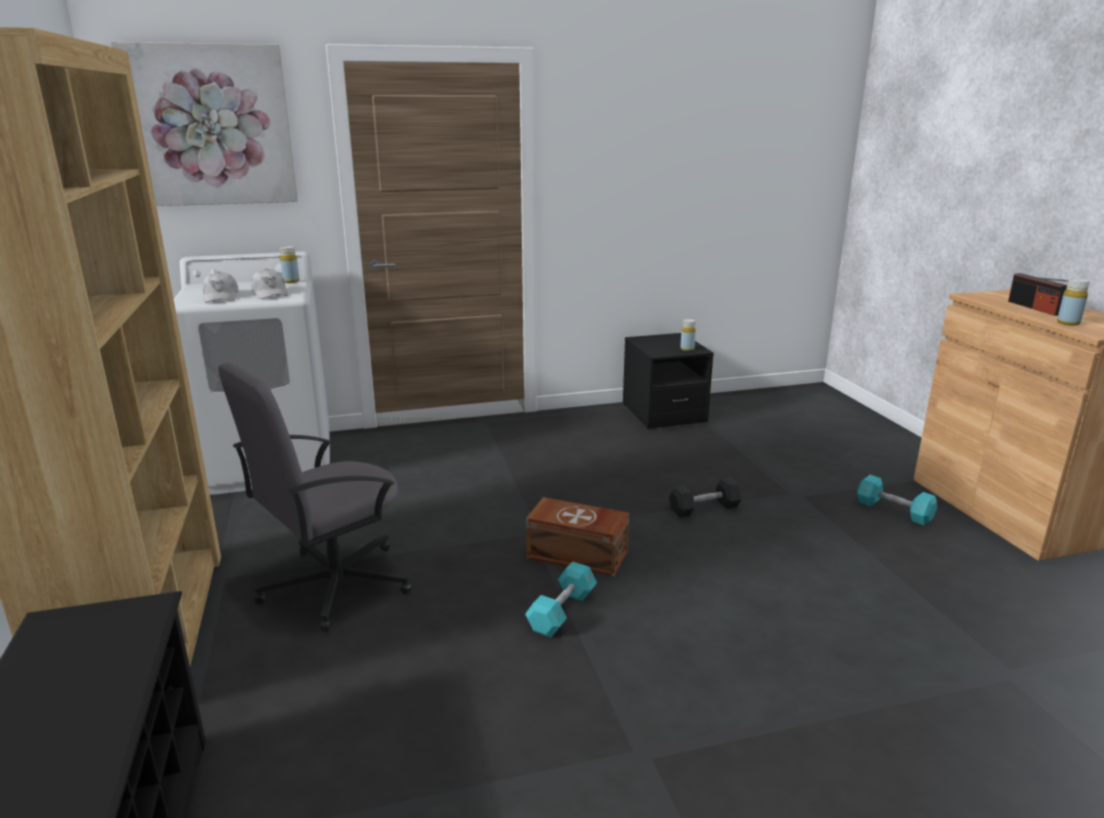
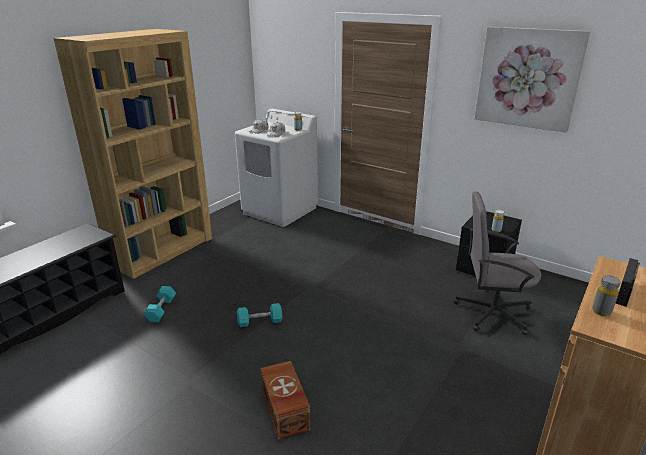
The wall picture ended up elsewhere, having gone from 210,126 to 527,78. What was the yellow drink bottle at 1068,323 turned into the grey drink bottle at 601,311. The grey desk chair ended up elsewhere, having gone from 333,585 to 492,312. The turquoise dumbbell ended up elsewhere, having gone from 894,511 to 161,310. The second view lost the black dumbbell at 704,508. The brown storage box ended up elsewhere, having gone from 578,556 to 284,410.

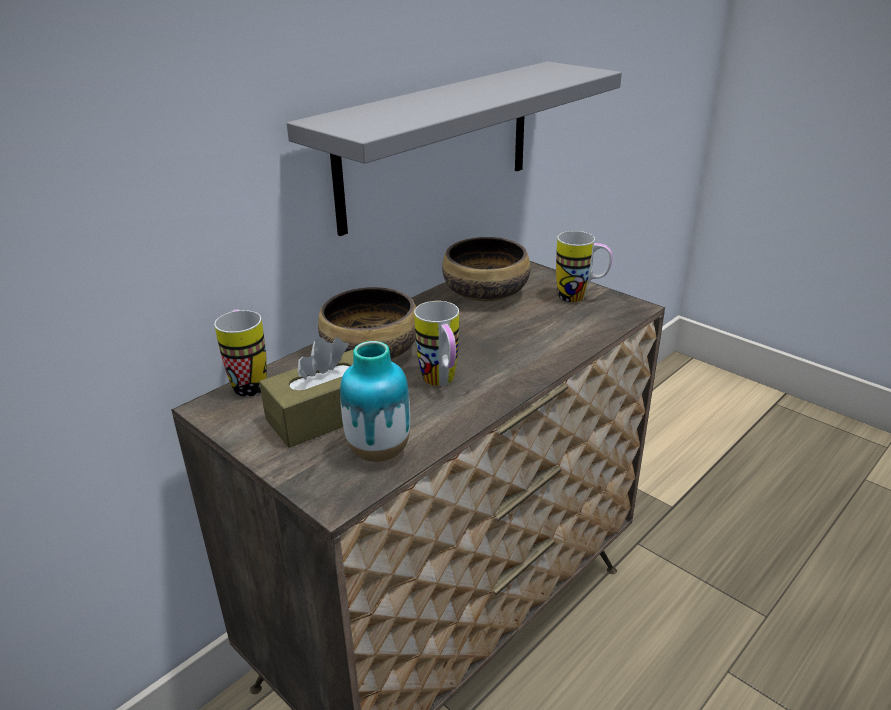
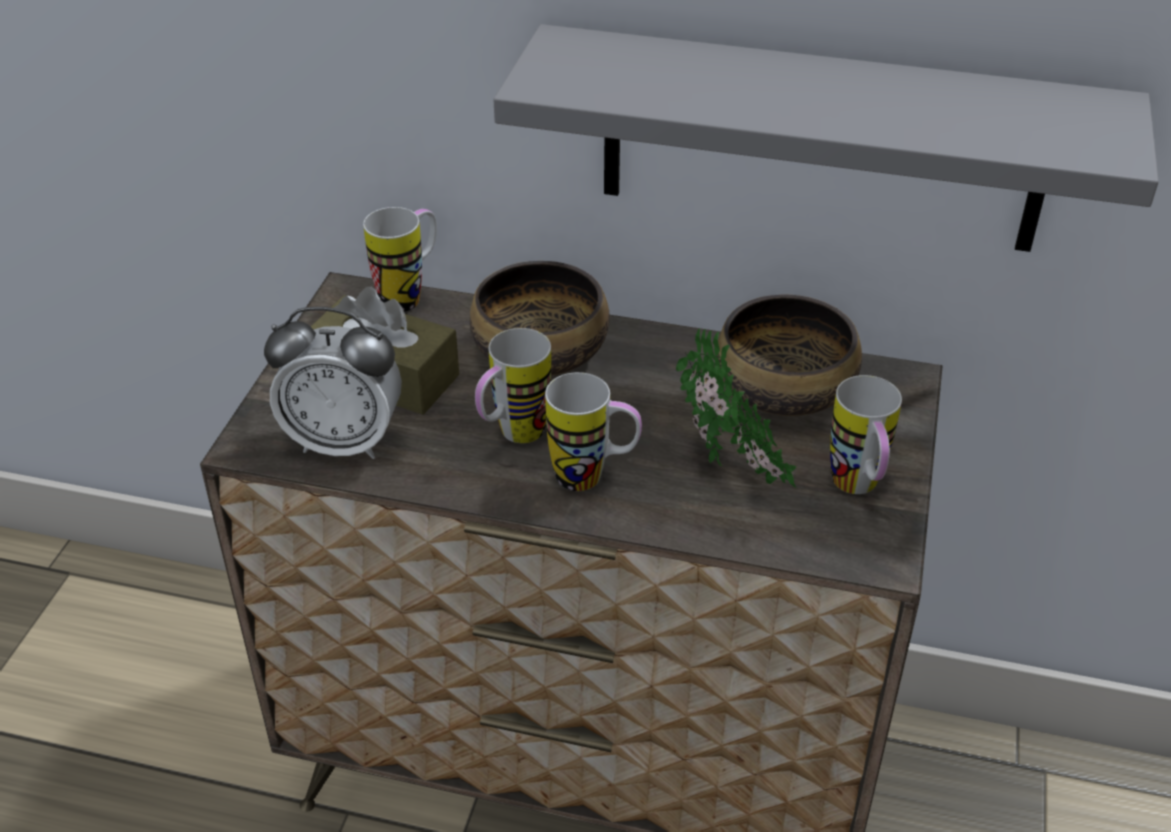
Where the decorative vase stood at 379,451, the table clock came to stand at 344,442. The second view gained the potted plant at 729,471. The second view gained the coffee mug at 593,478.

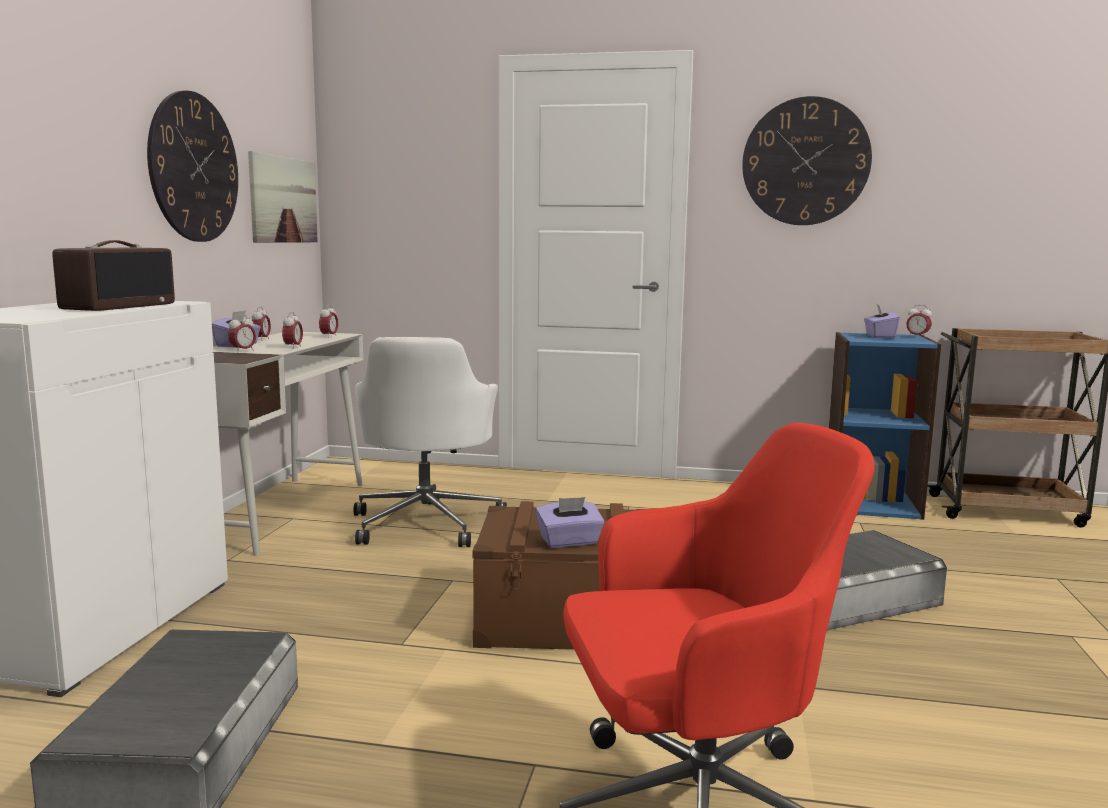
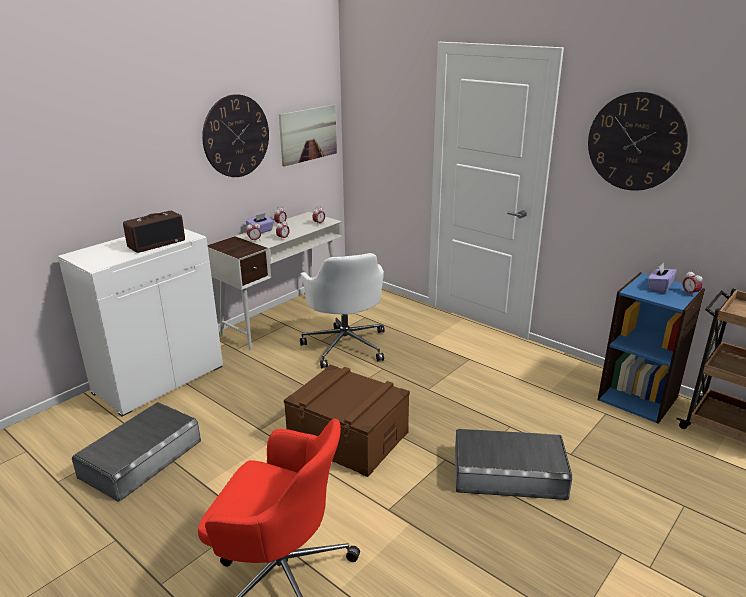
The white-coloured desk chair at 427,523 ended up facing another way, 45 degrees counterclockwise from before. The second view lost the purplish tissue box at 569,542.

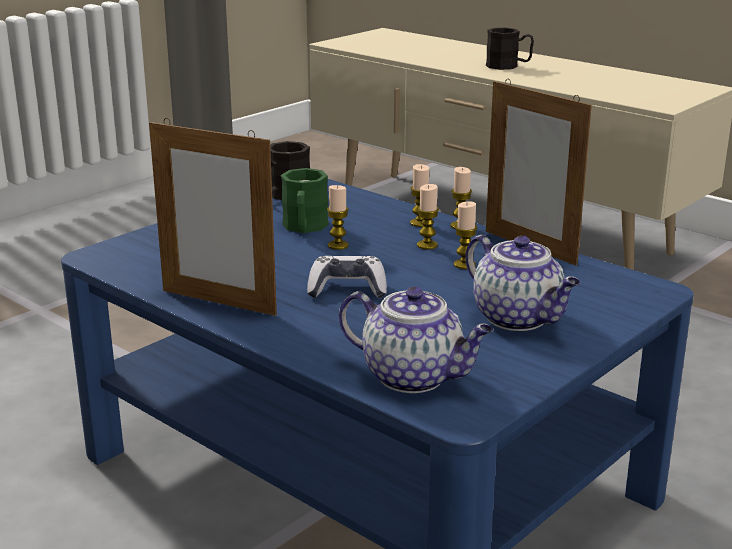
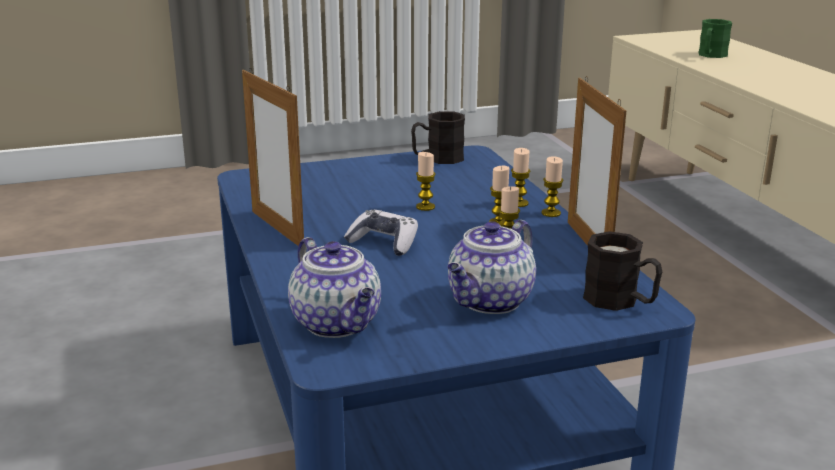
The black coffee mug ended up elsewhere, having gone from 508,66 to 620,301. The green coffee mug ended up elsewhere, having gone from 304,228 to 711,56. The tea pot at 519,318 ended up facing another way, 45 degrees clockwise from before.

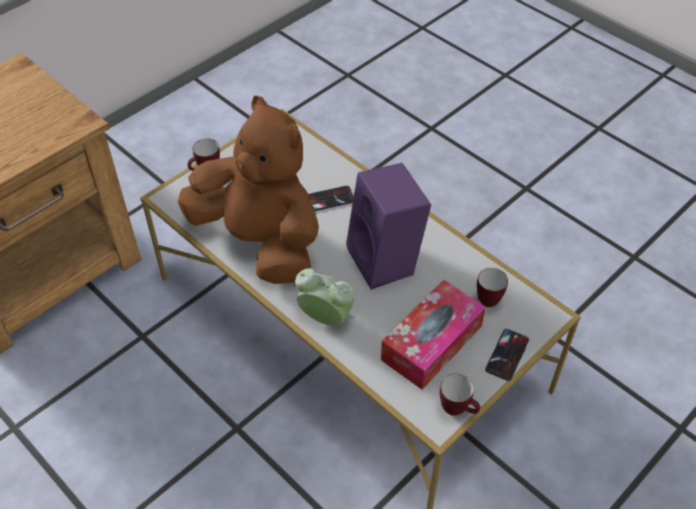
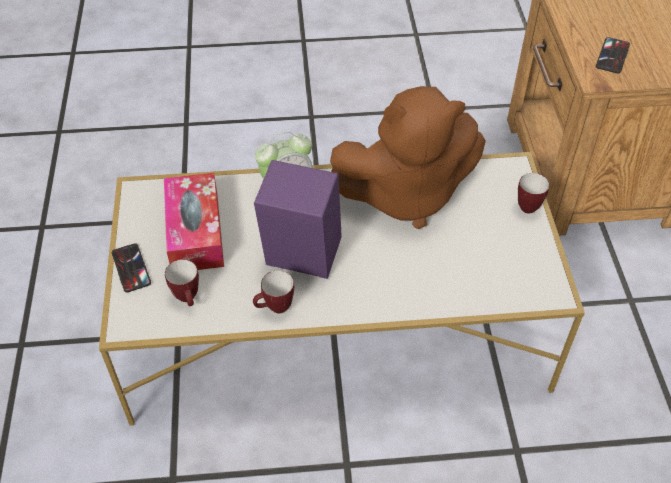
The telephone ended up elsewhere, having gone from 328,199 to 612,56. The coffee mug ended up elsewhere, having gone from 458,410 to 275,309.

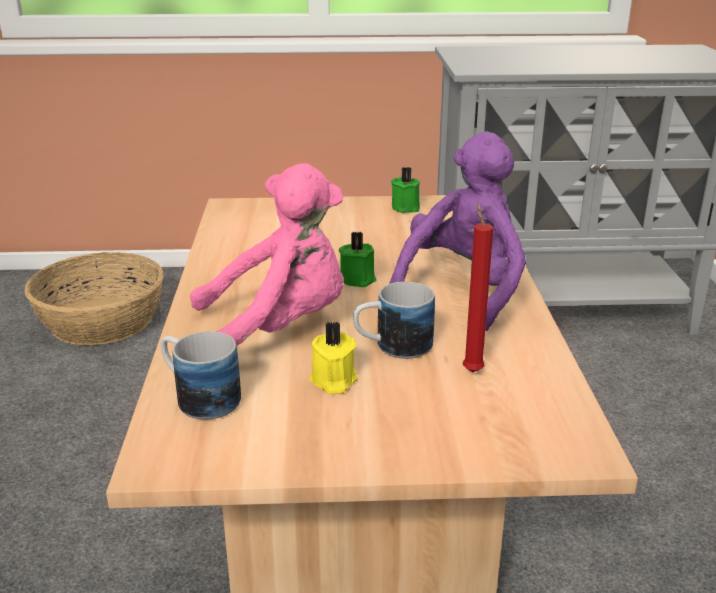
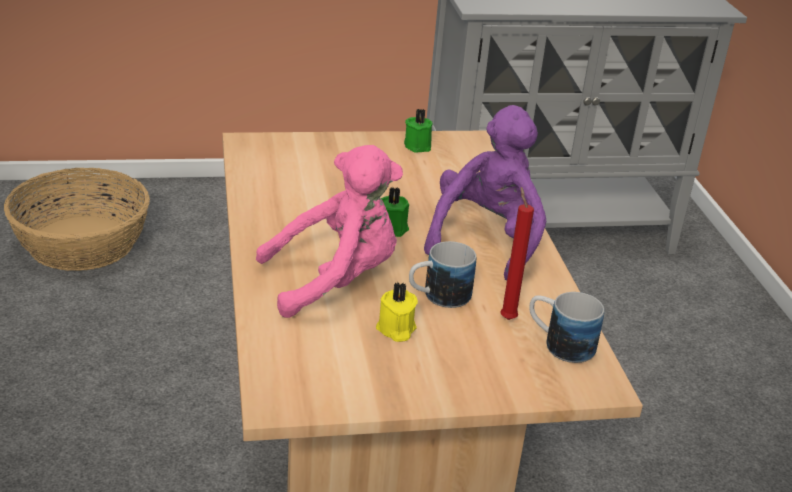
The coffee mug ended up elsewhere, having gone from 199,397 to 559,344.

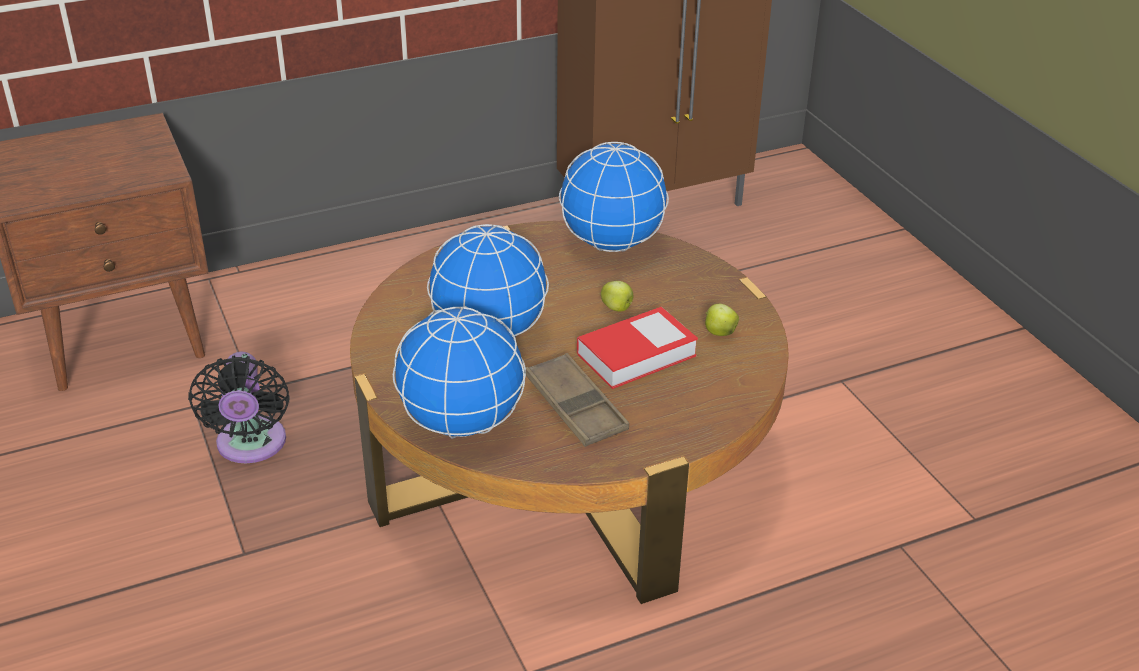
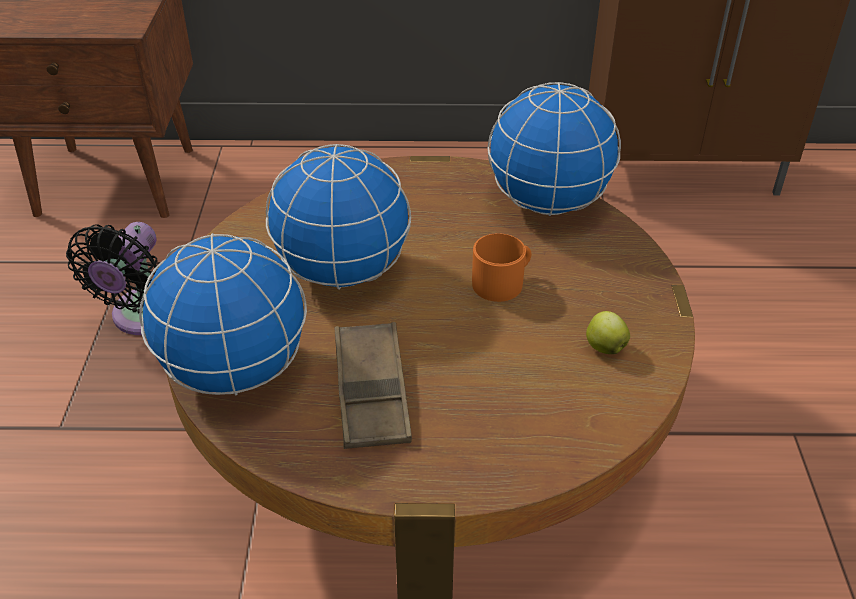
Where the apple stood at 617,308, the orange coffee mug came to stand at 503,282. The second view lost the volume at 636,355.

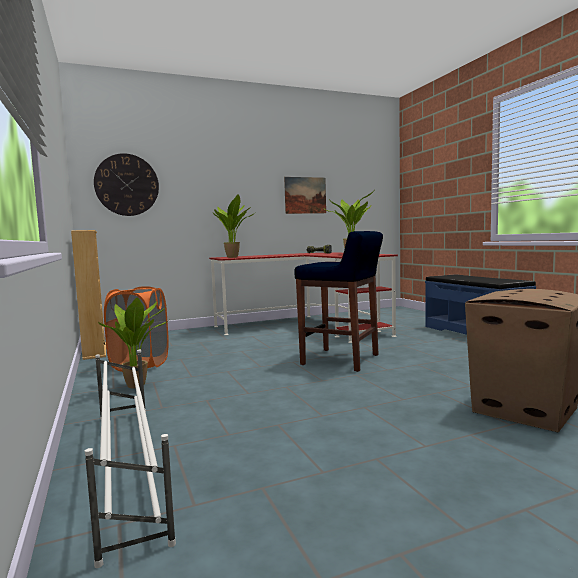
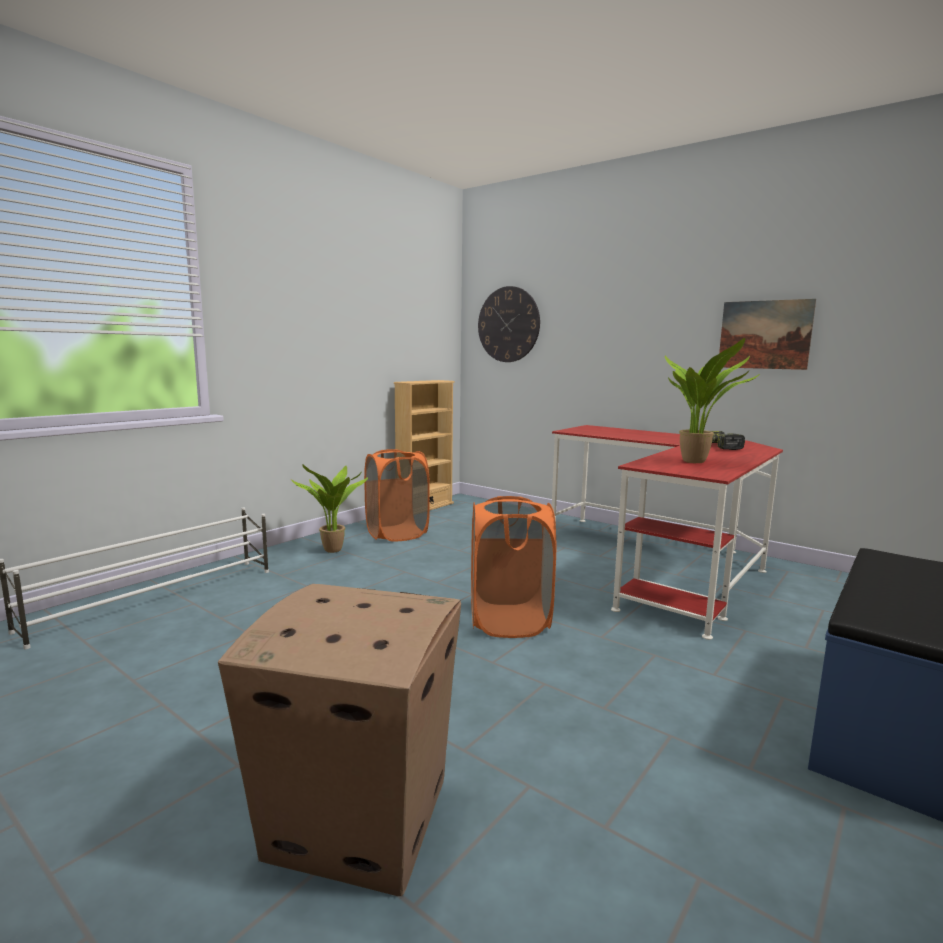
The second view lost the potted plant at 234,257. Where the bluish stool seat stood at 342,360, the orange hamper came to stand at 509,621.

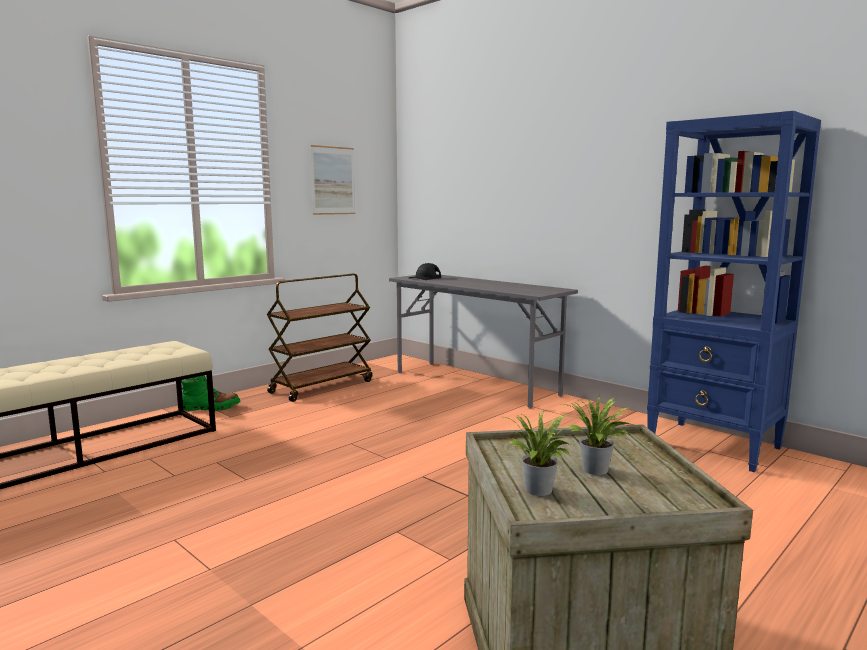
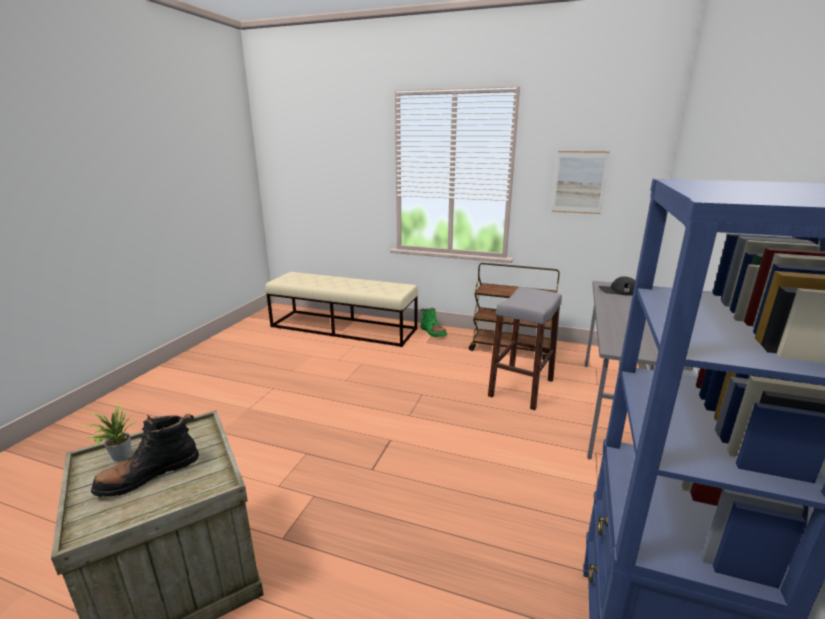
Where the potted plant stood at 596,471, the black high-top boot came to stand at 150,475. The second view gained the grey stool seat at 521,388.

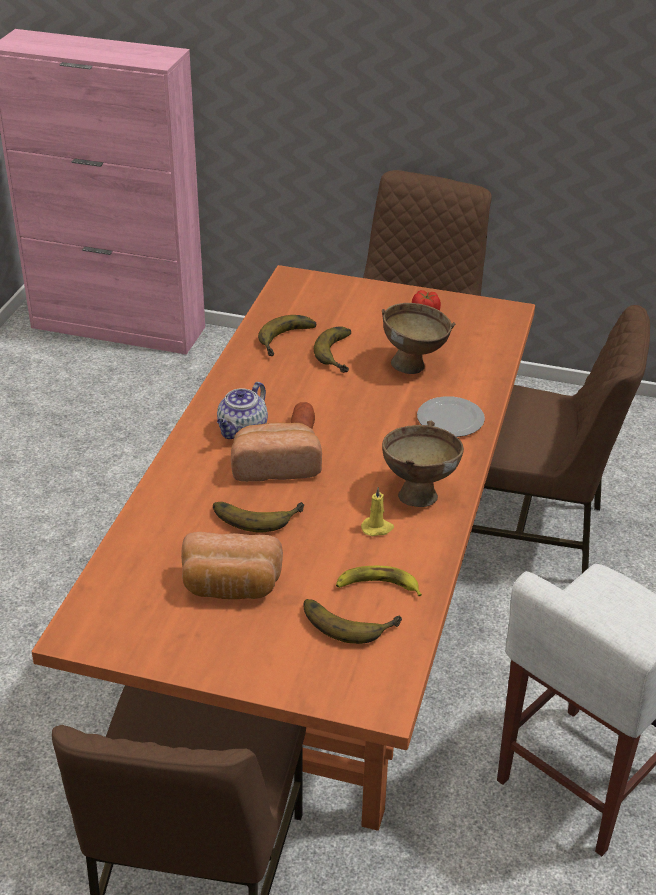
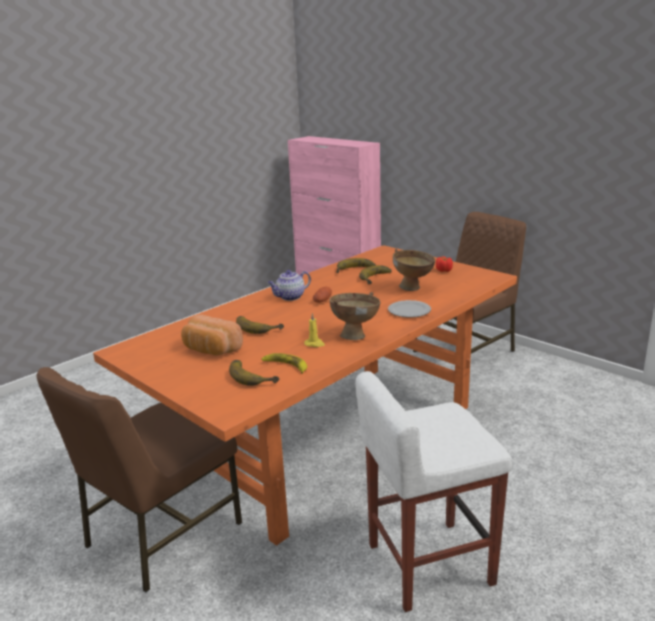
The second view lost the brown upright chair at 527,531. The second view lost the bakery bread at 275,467.

